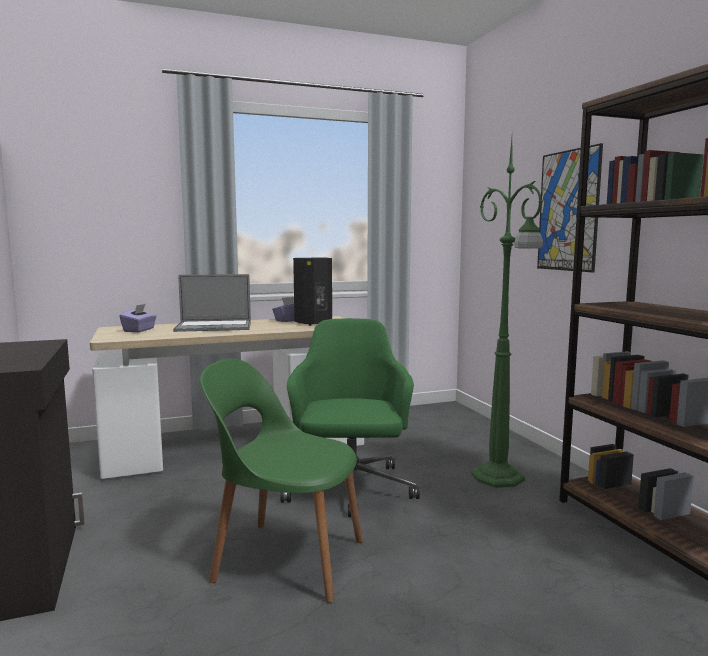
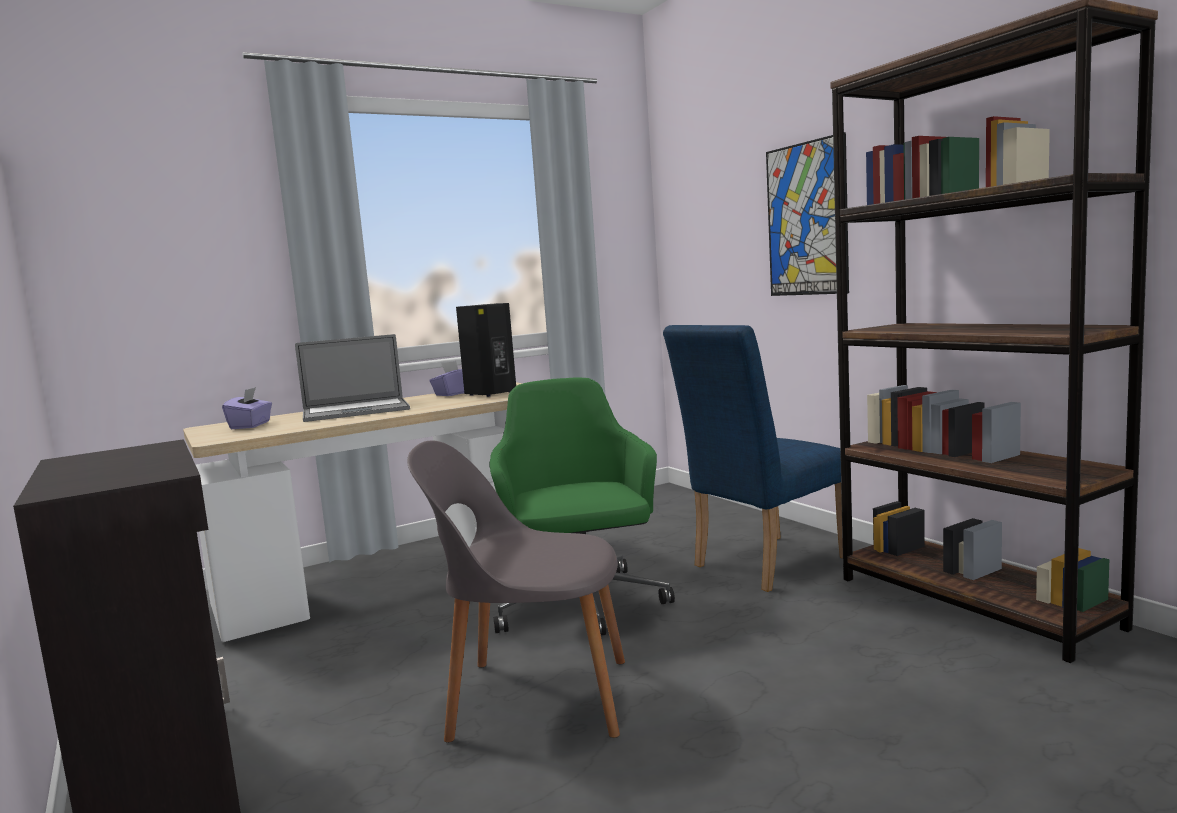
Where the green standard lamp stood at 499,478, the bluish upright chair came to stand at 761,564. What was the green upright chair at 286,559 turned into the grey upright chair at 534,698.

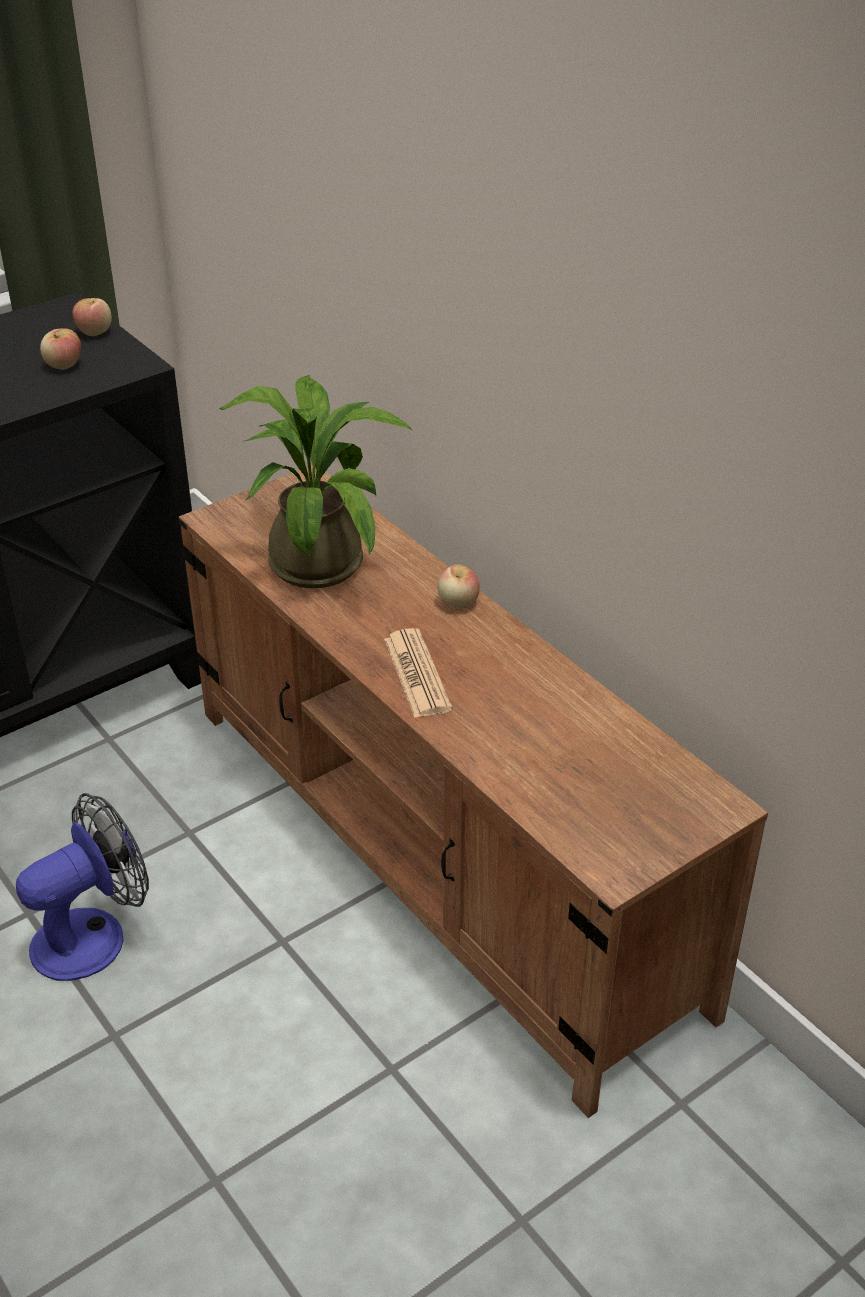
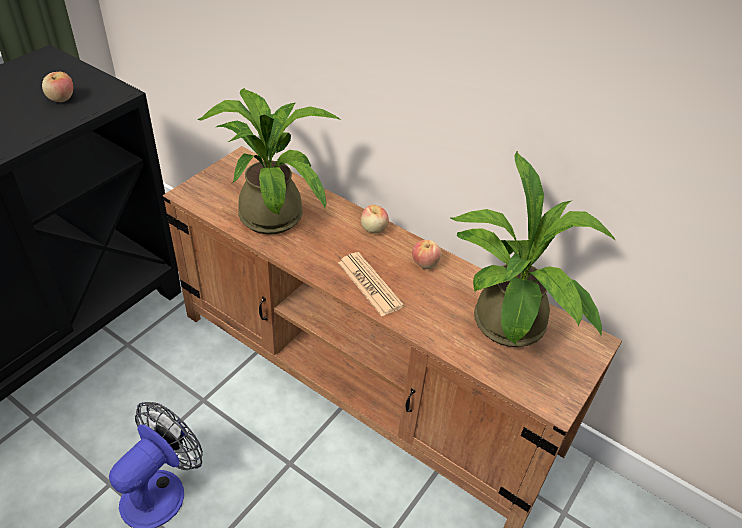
The apple ended up elsewhere, having gone from 94,332 to 425,263. The second view gained the potted plant at 509,330.

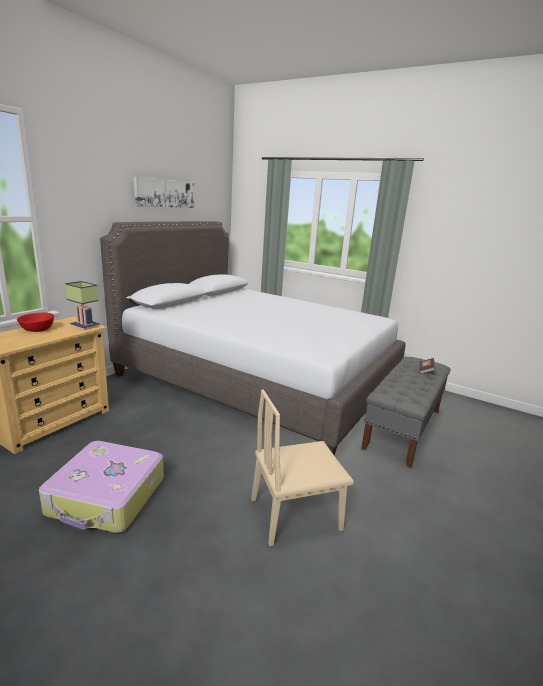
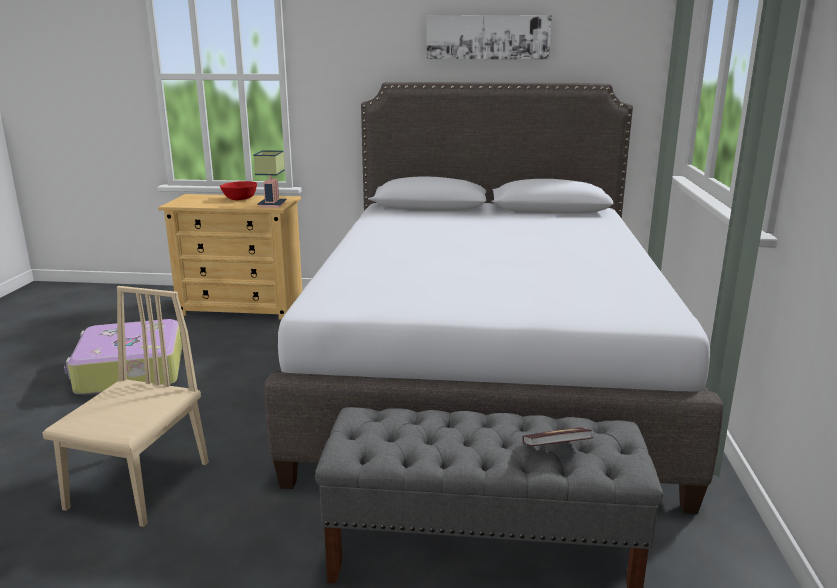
The beige-coloured upright chair at 295,514 ended up facing another way, 60 degrees clockwise from before.

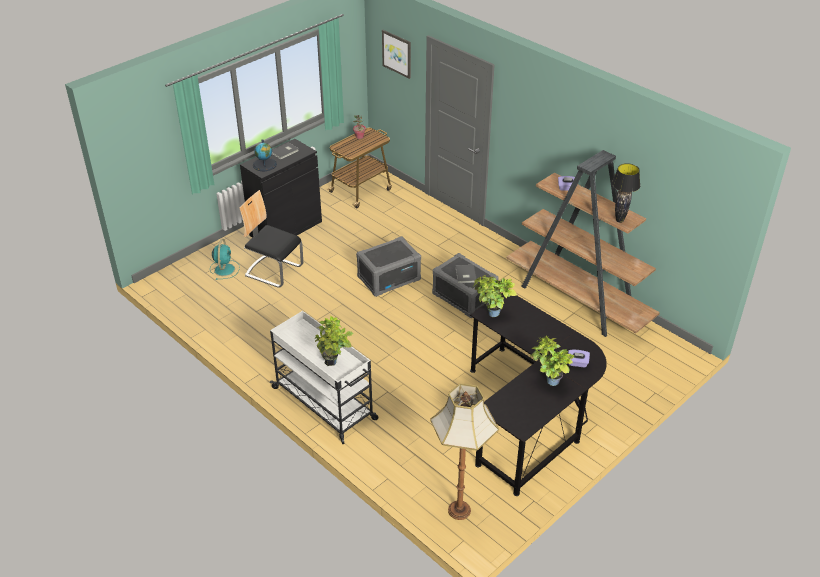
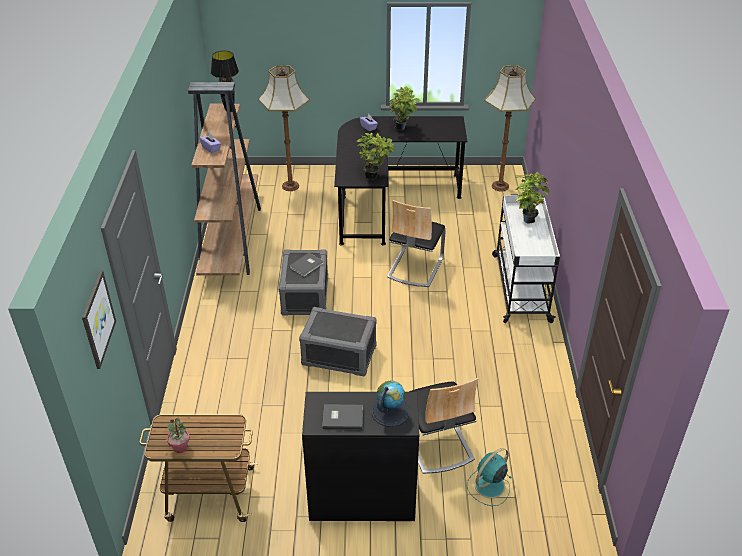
The second view gained the standard lamp at 290,186. The second view gained the upright chair at 415,267.

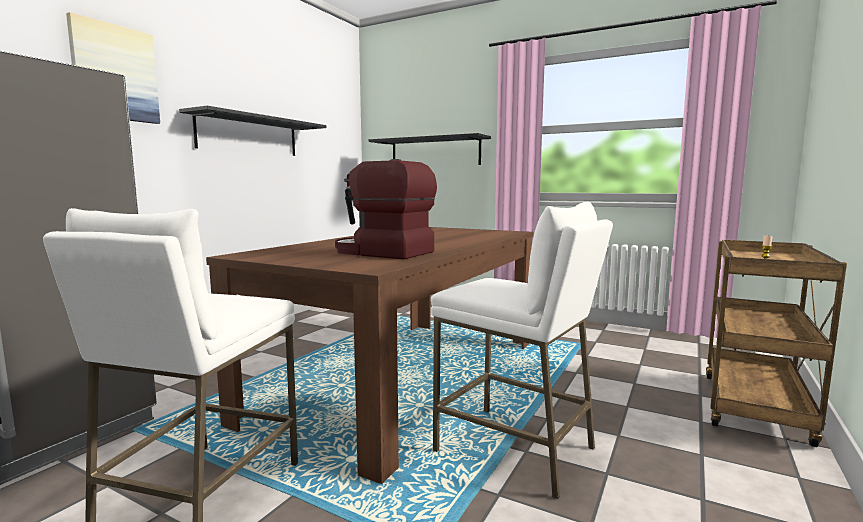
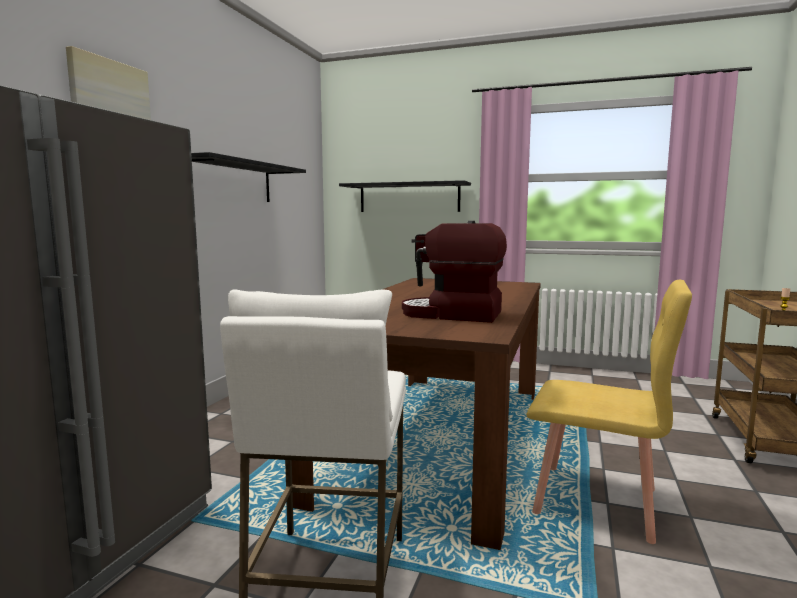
Where the white-coloured stool seat stood at 516,449, the yellow upright chair came to stand at 597,502.

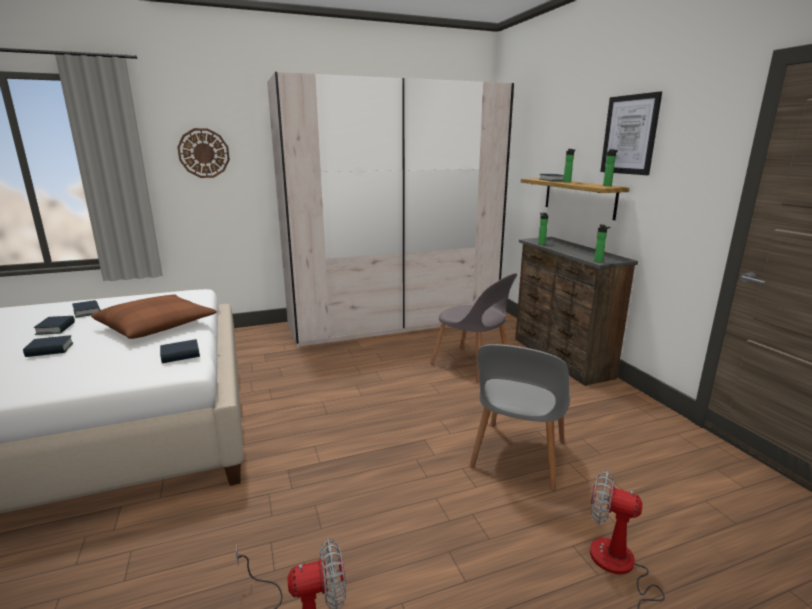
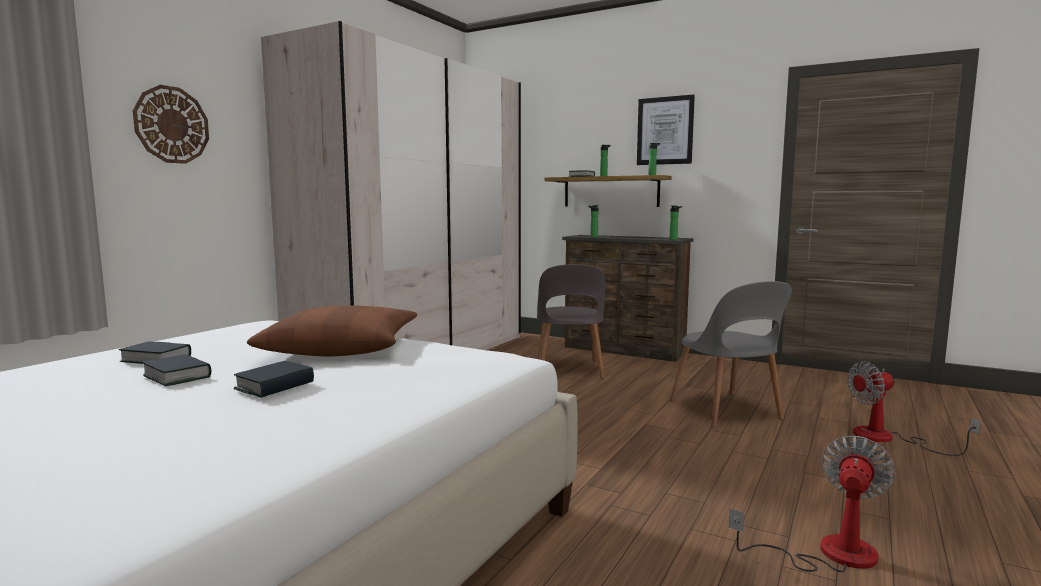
The grey upright chair at 472,364 ended up facing another way, 90 degrees clockwise from before. The second view lost the volume at 180,355.

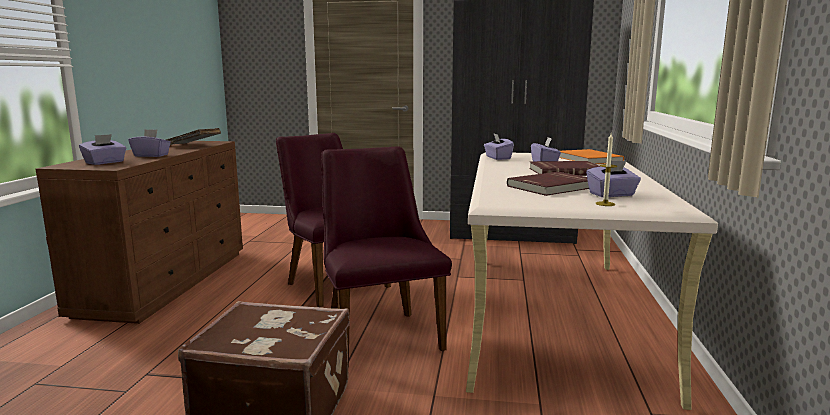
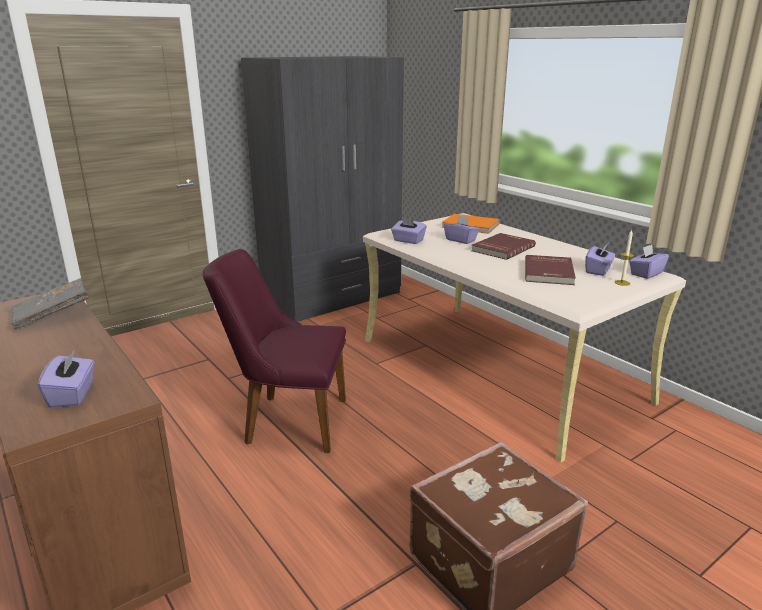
The purplish tissue box ended up elsewhere, having gone from 151,155 to 646,273. The second view lost the purplish upright chair at 379,332.

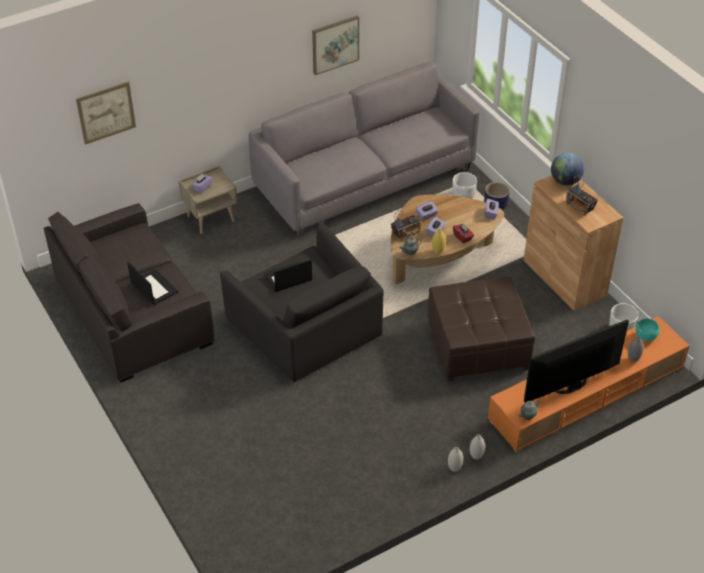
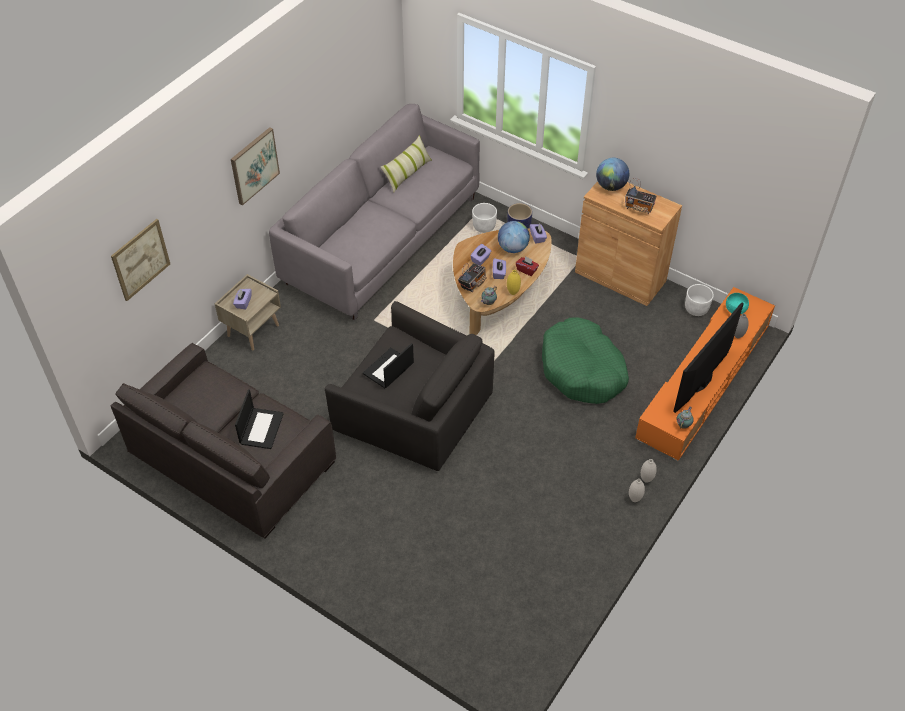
The wall picture ended up elsewhere, having gone from 335,44 to 254,165. The portable computer at 153,287 ended up facing another way, 75 degrees clockwise from before. Where the brown footrest stood at 476,345, the green pet bed came to stand at 582,370. The second view gained the cushion at 407,173. The second view gained the world globe at 513,248.

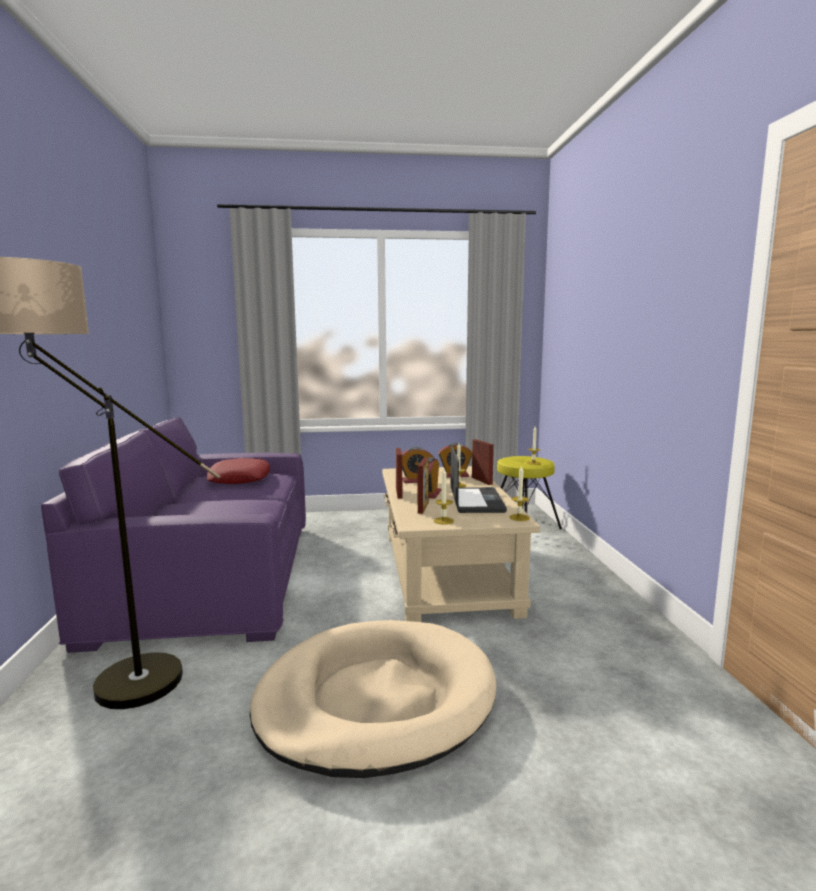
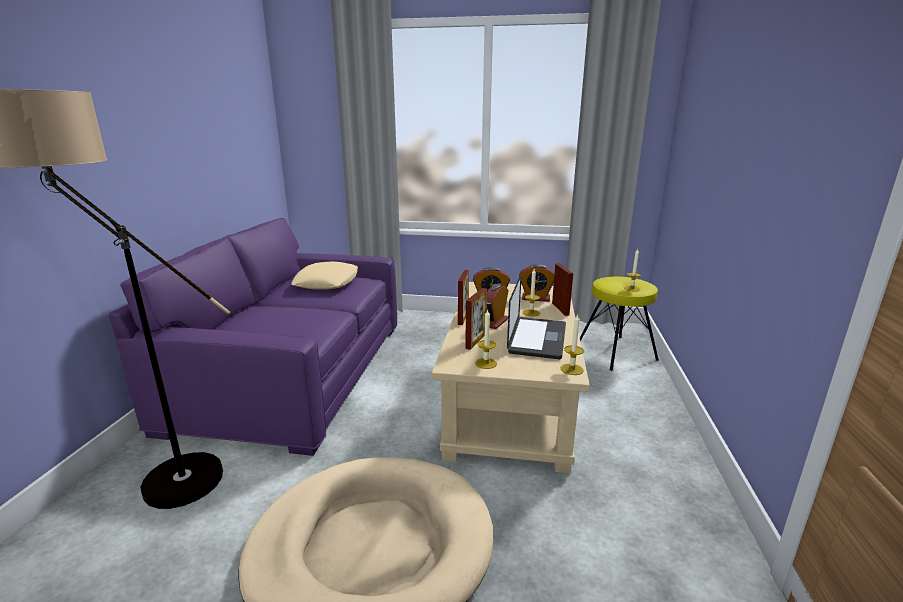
What was the red cushion at 239,478 turned into the beige-coloured cushion at 327,282.

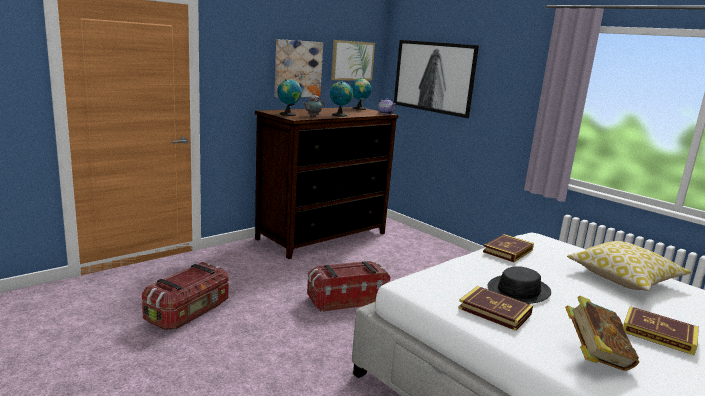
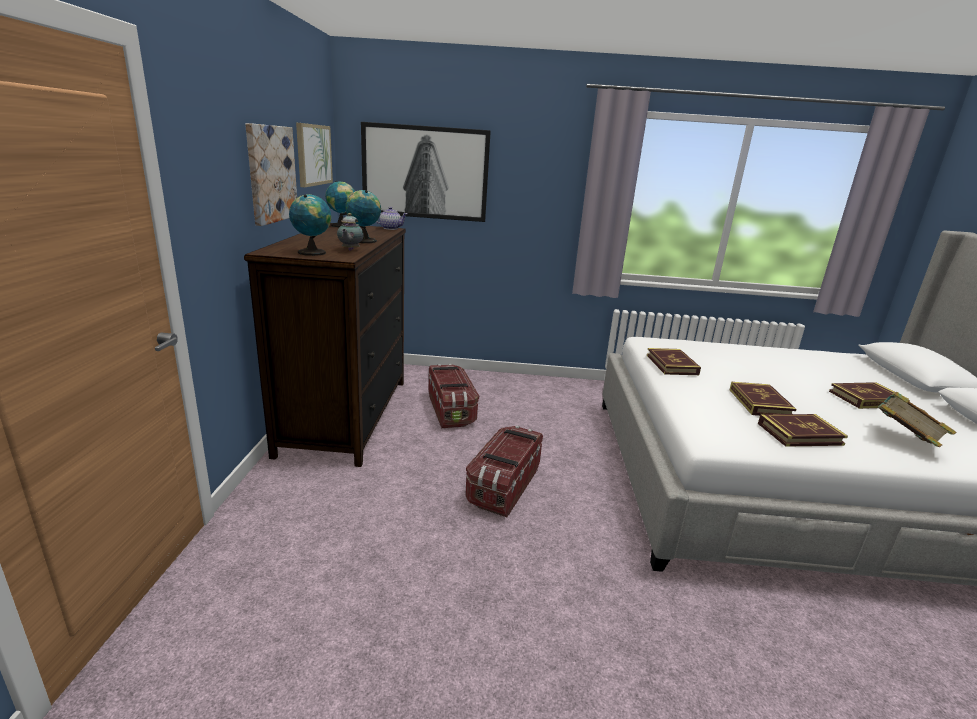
The second view lost the cushion at 624,278. The storage box ended up elsewhere, having gone from 189,312 to 451,410. Where the black clothing hat stood at 519,290, the volume came to stand at 759,403.

